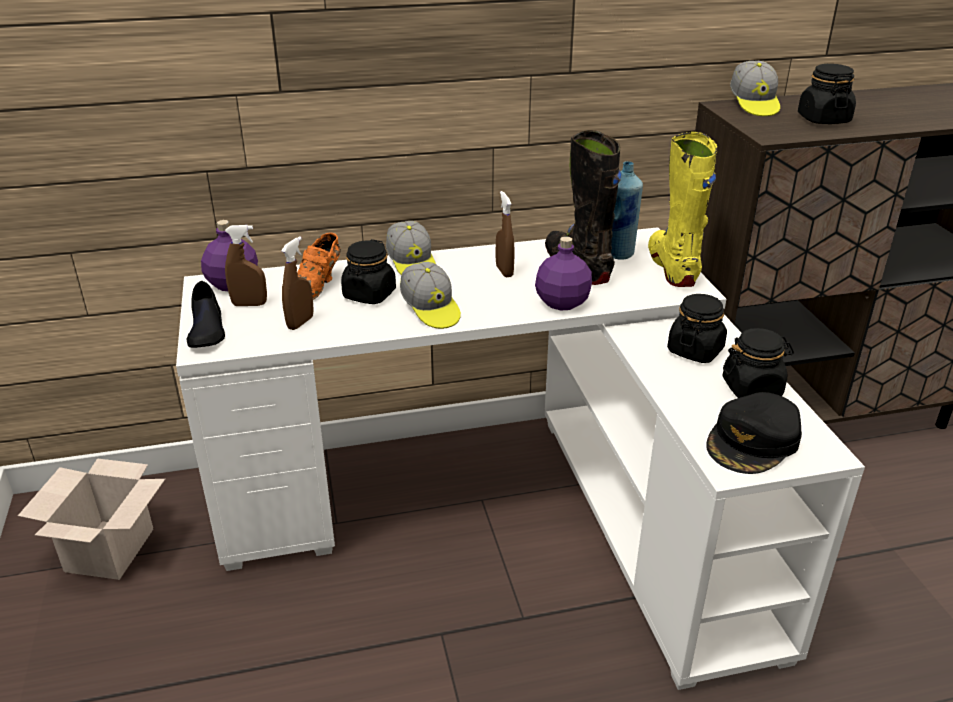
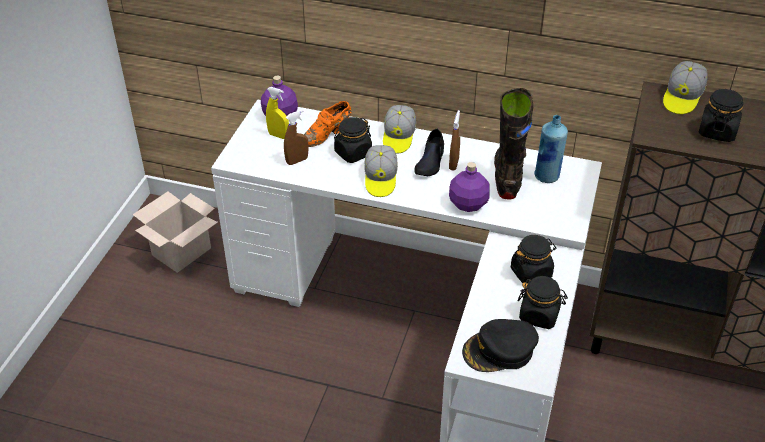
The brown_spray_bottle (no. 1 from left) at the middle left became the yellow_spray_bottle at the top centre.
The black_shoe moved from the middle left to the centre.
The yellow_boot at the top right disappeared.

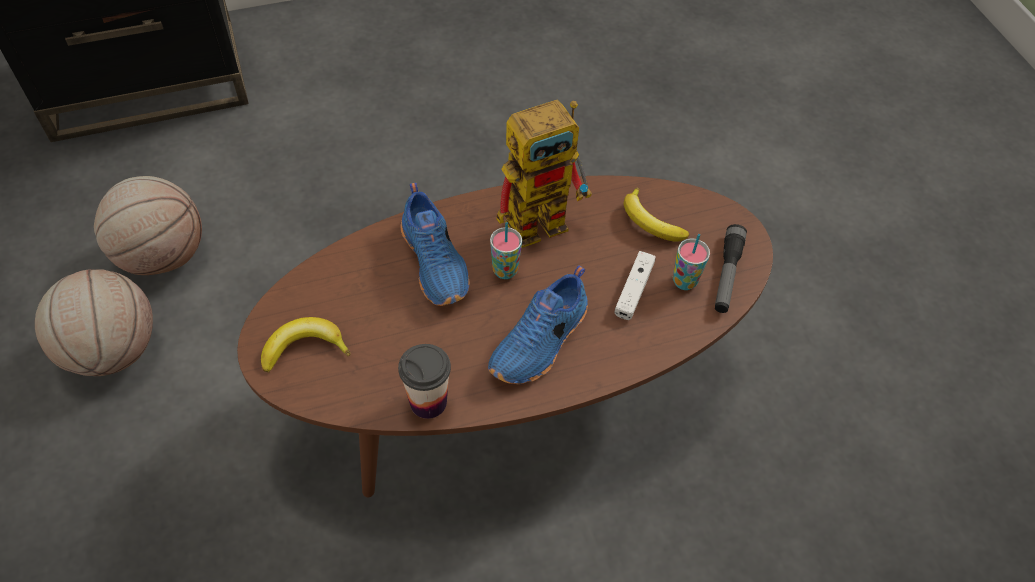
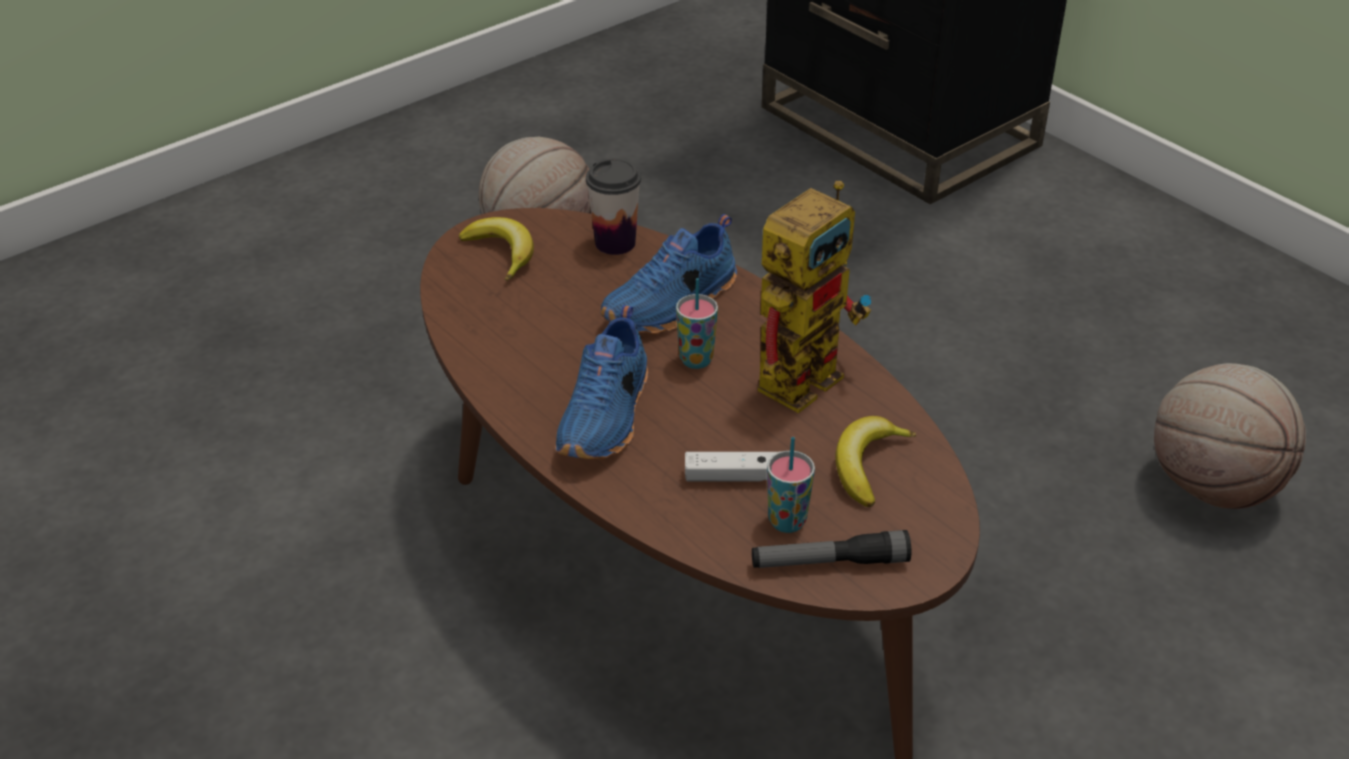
The blue_shoe (no. 2 from left in the first image) at the centre turned 90 degrees counterclockwise.
The cup (no. 1 from left) moved from the centre to the top centre.
The toy_robot at the top centre turned 90 degrees counterclockwise.
The basketball (no. 2 from left) moved from the middle left to the middle right.

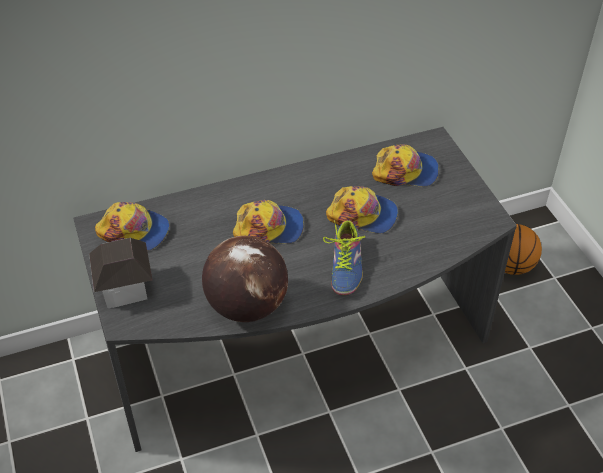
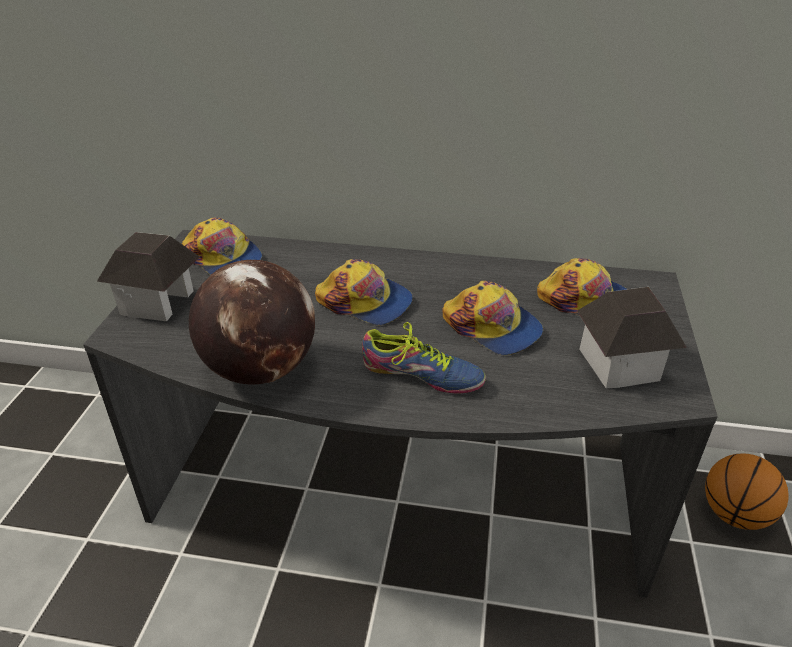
The shoe at the centre turned 105 degrees counterclockwise.
The toy_house (no. 2 from left) at the middle right appeared.

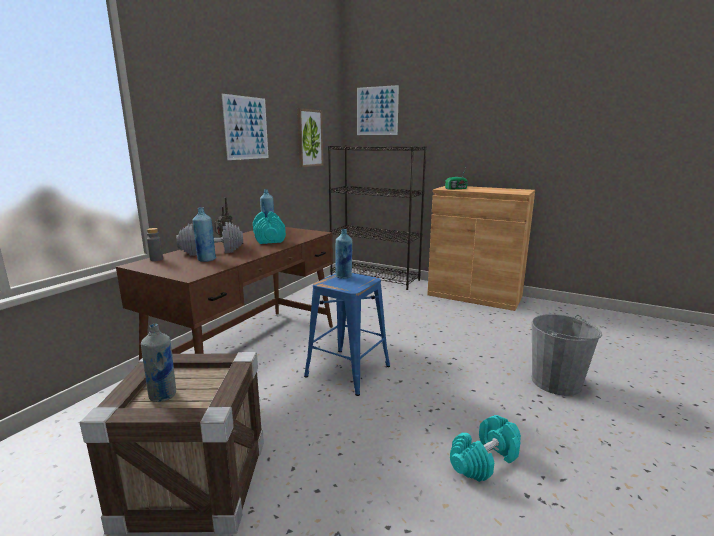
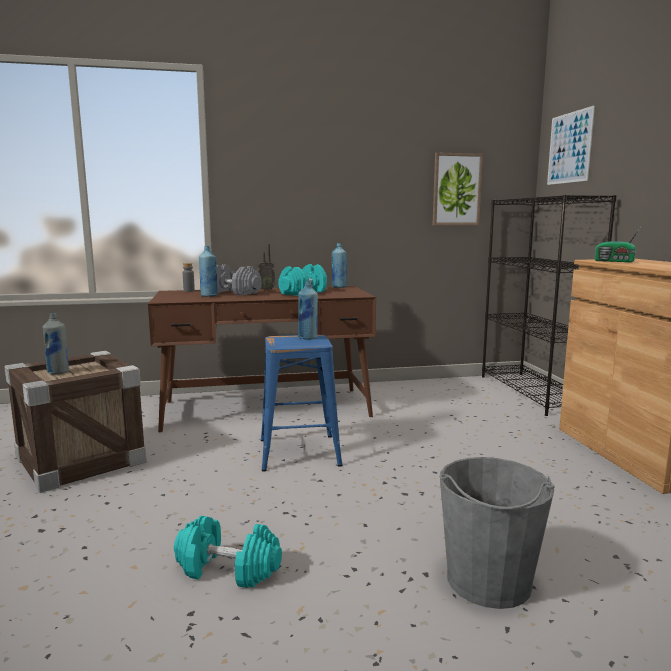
The picture (no. 1 from left) at the top centre disappeared.

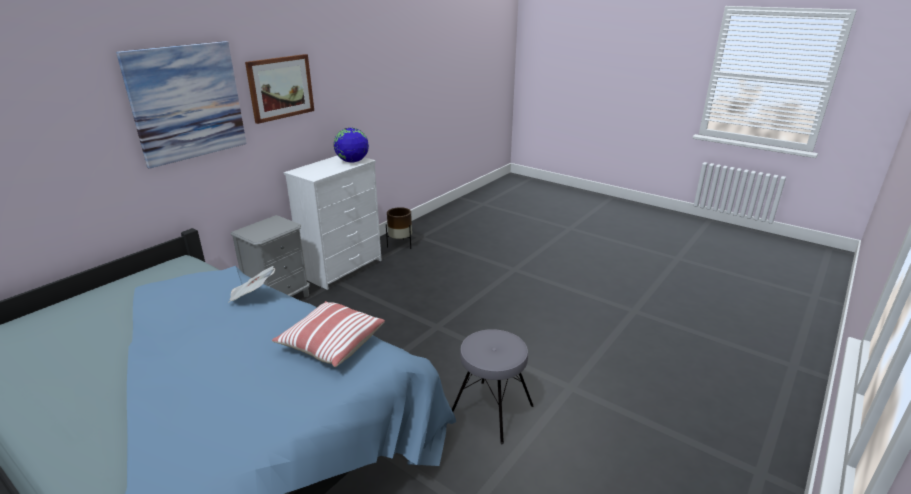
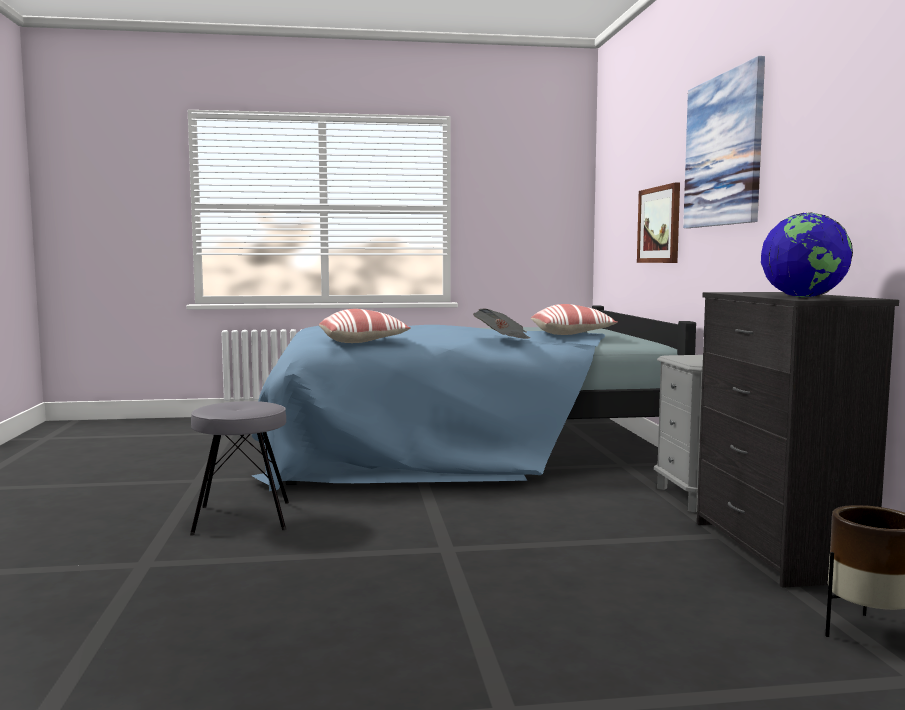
The pillow (no. 2 from left) at the centre appeared.
The picture (no. 2 from left in the first image) moved from the top left to the top right.
The white_dresser at the centre became the black_dresser at the middle right.

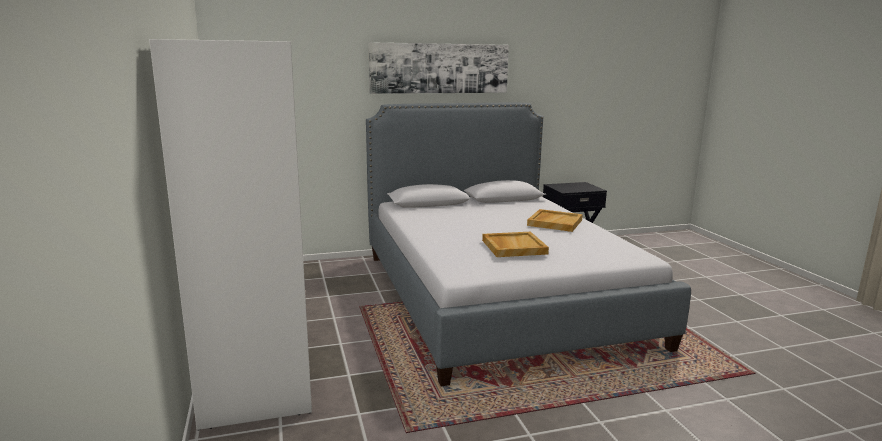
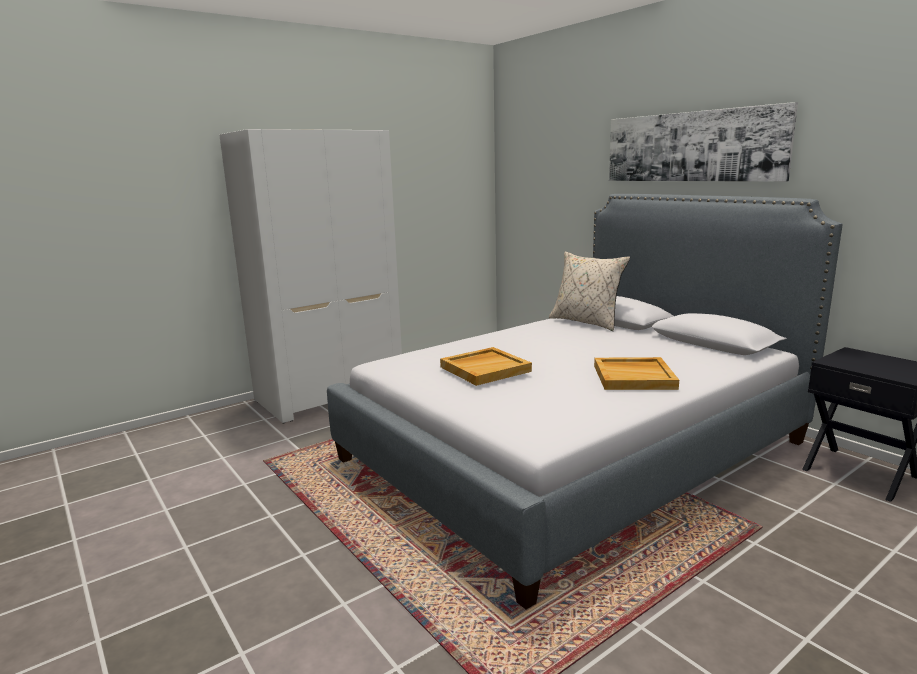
The beige_pillow at the centre appeared.

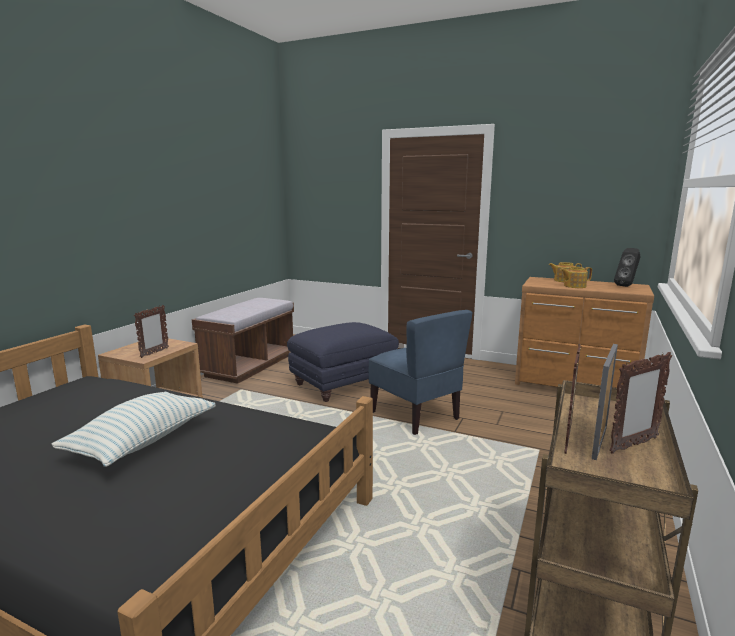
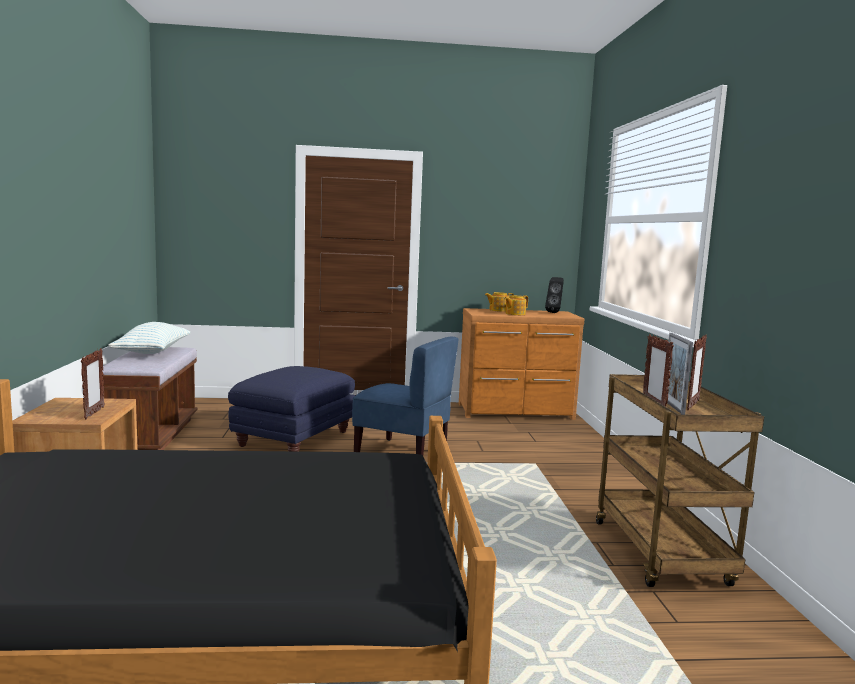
The pillow moved from the bottom left to the middle left.

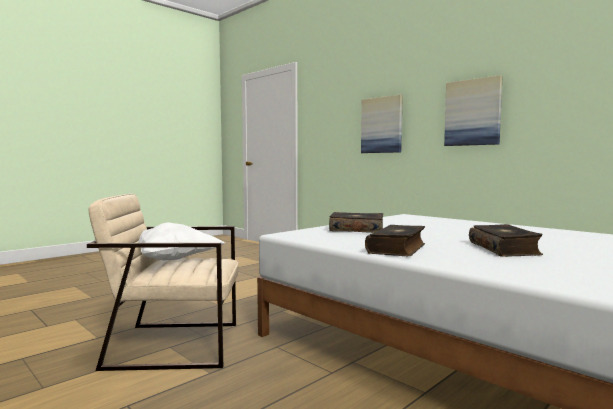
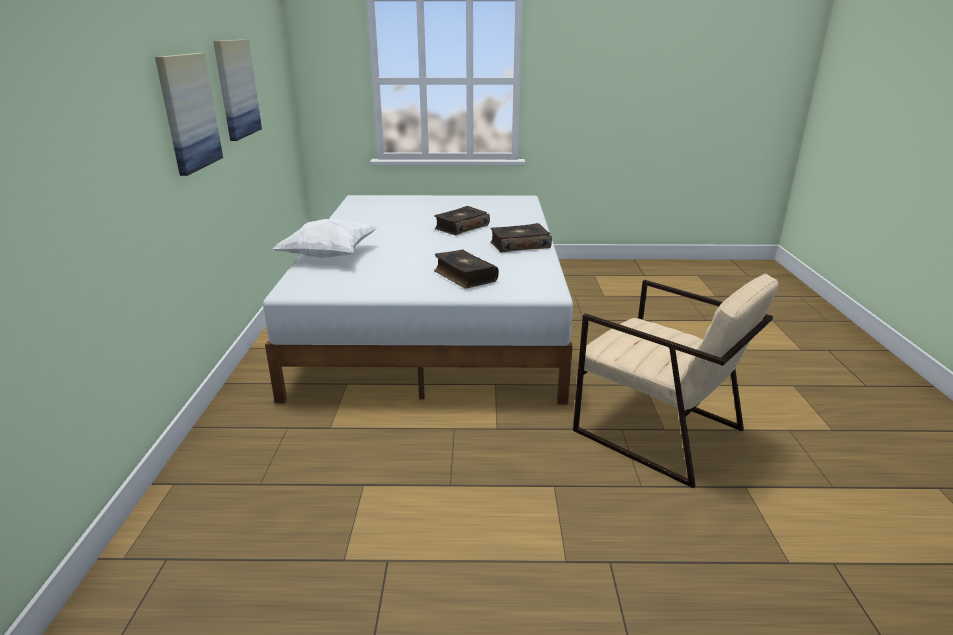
The picture (no. 1 from left in the first image) moved from the top centre to the top left.
The white_pillow moved from the middle left to the centre.

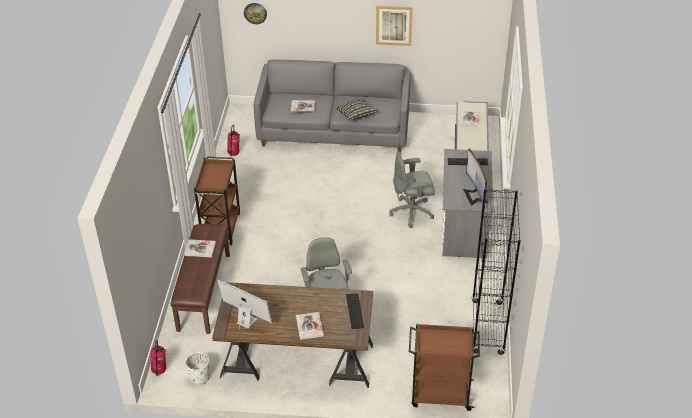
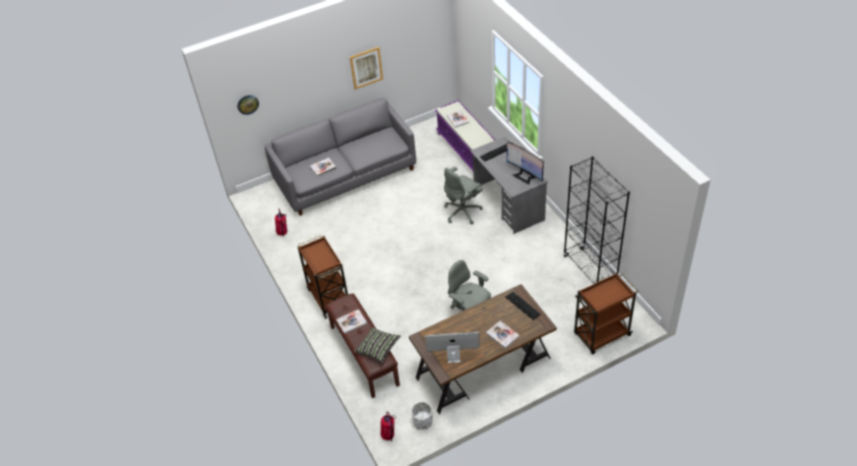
The pillow moved from the top centre to the bottom centre.

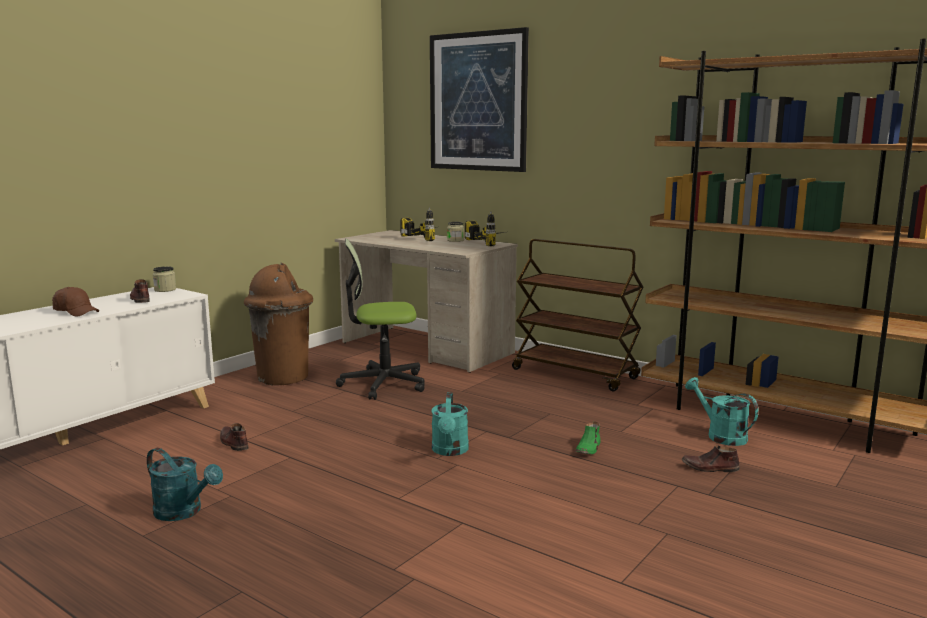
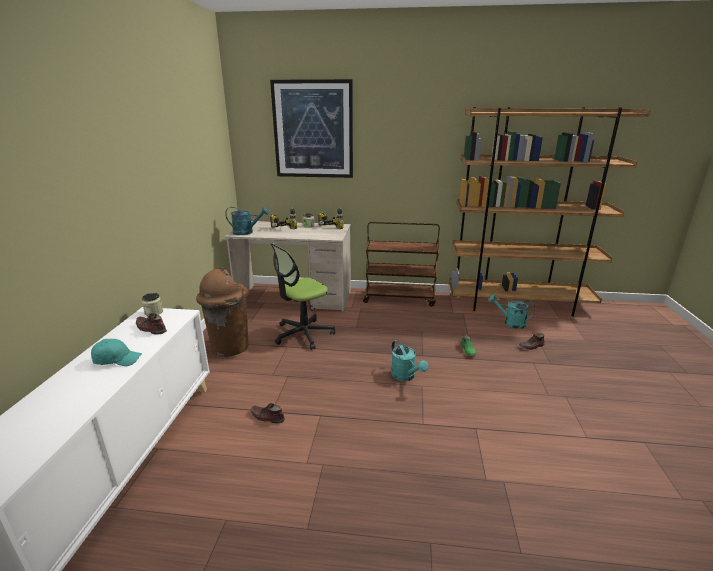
The brown_cap at the middle left became the turquoise_cap at the middle left.
The turquoise_watering_can (no. 1 from left) moved from the bottom left to the centre.

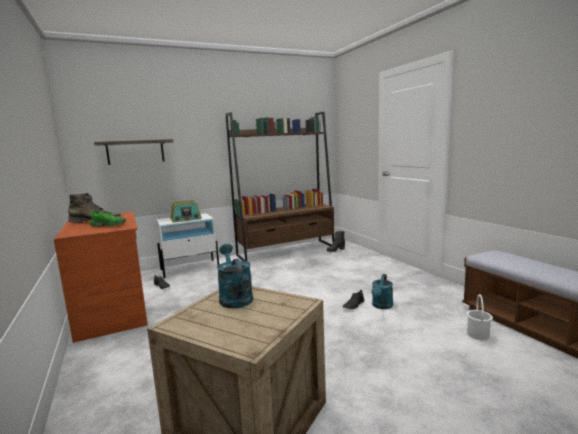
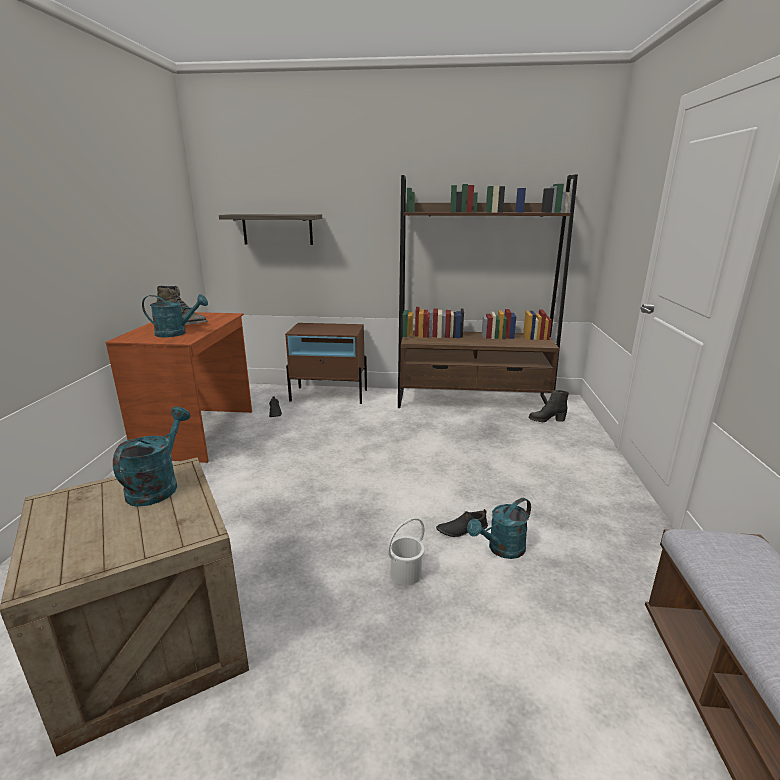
The green_shoe at the middle left was replaced by the turquoise_watering_can (no. 2 from left) at the middle left.
The white_nightstand at the middle left became the brown_nightstand at the centre.
The white_bucket moved from the bottom right to the bottom centre.
The radio at the middle left disappeared.

